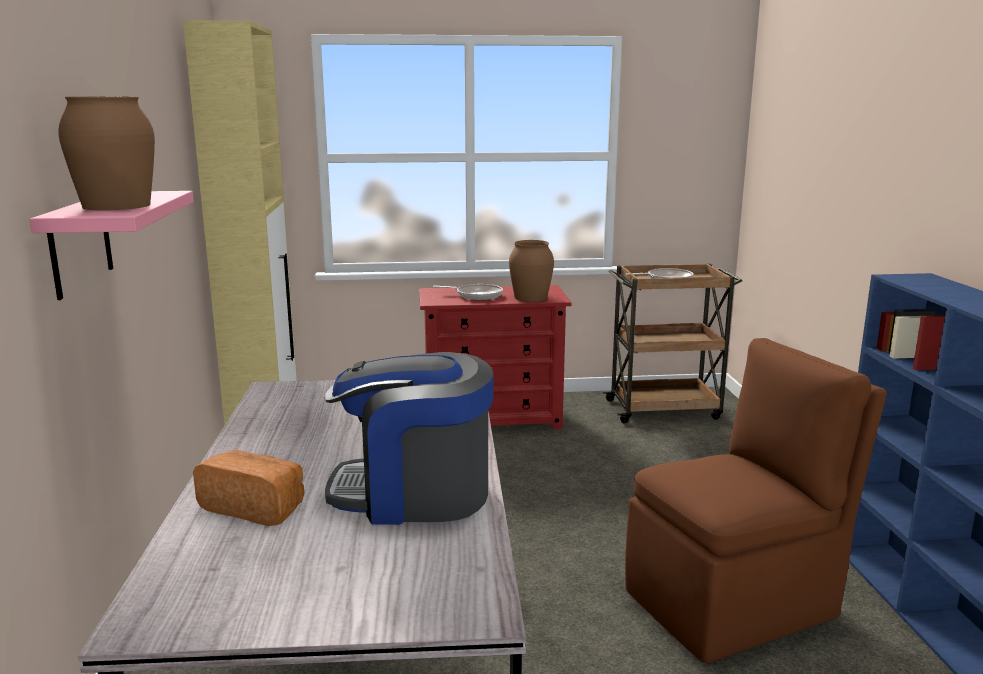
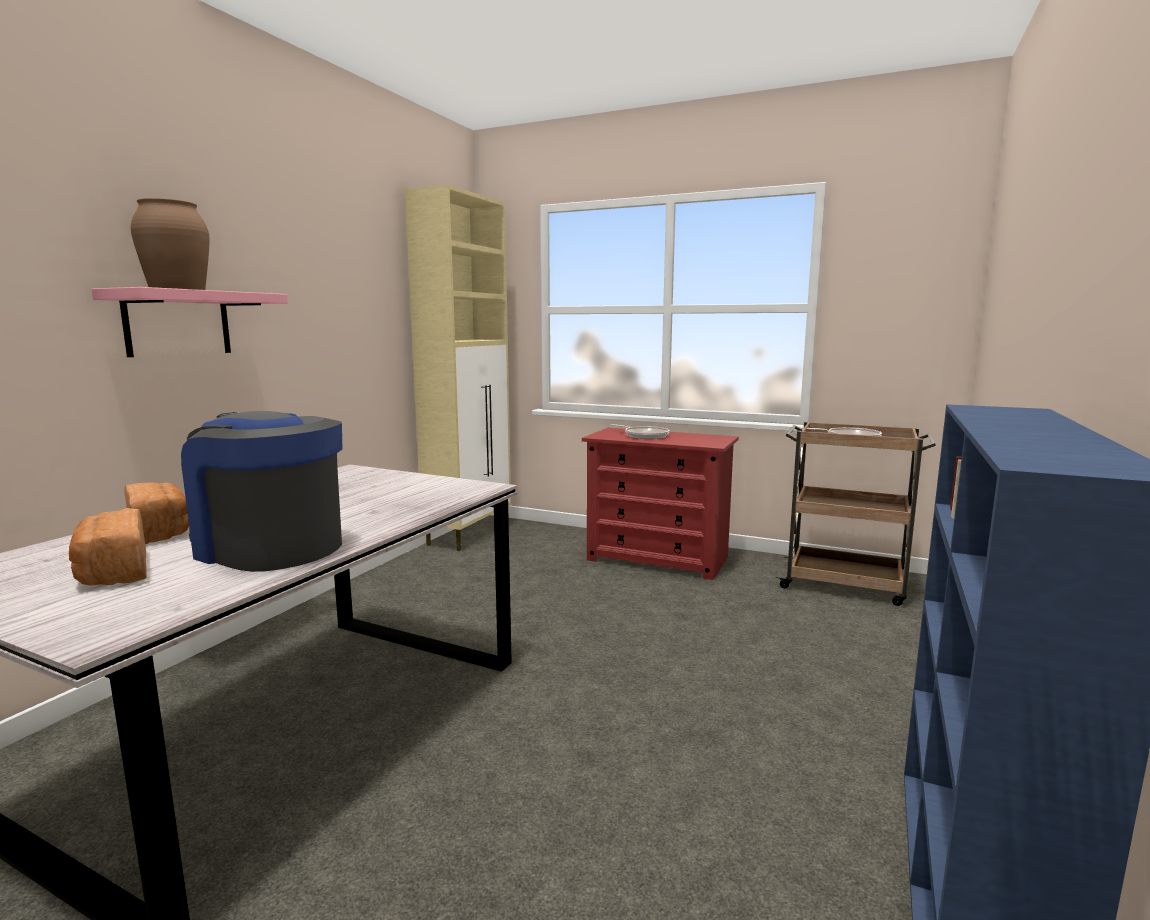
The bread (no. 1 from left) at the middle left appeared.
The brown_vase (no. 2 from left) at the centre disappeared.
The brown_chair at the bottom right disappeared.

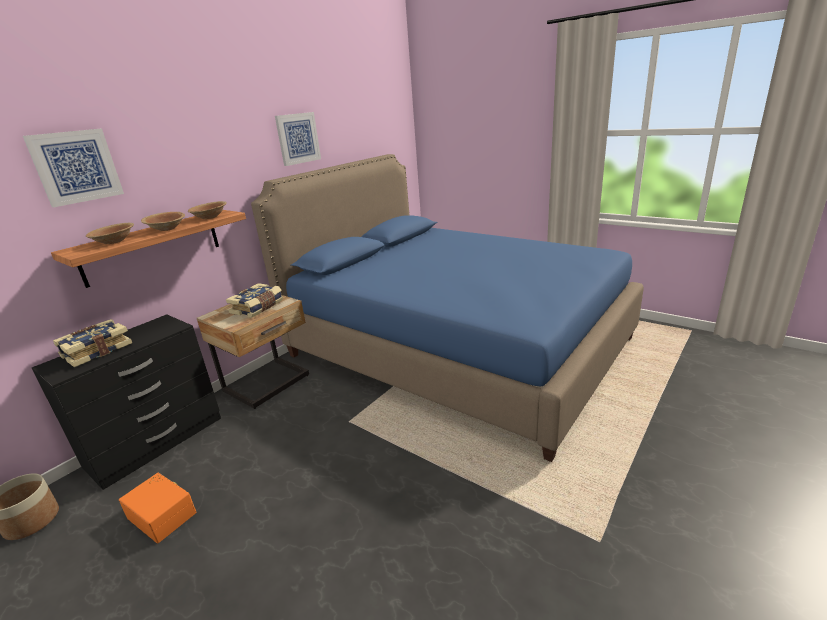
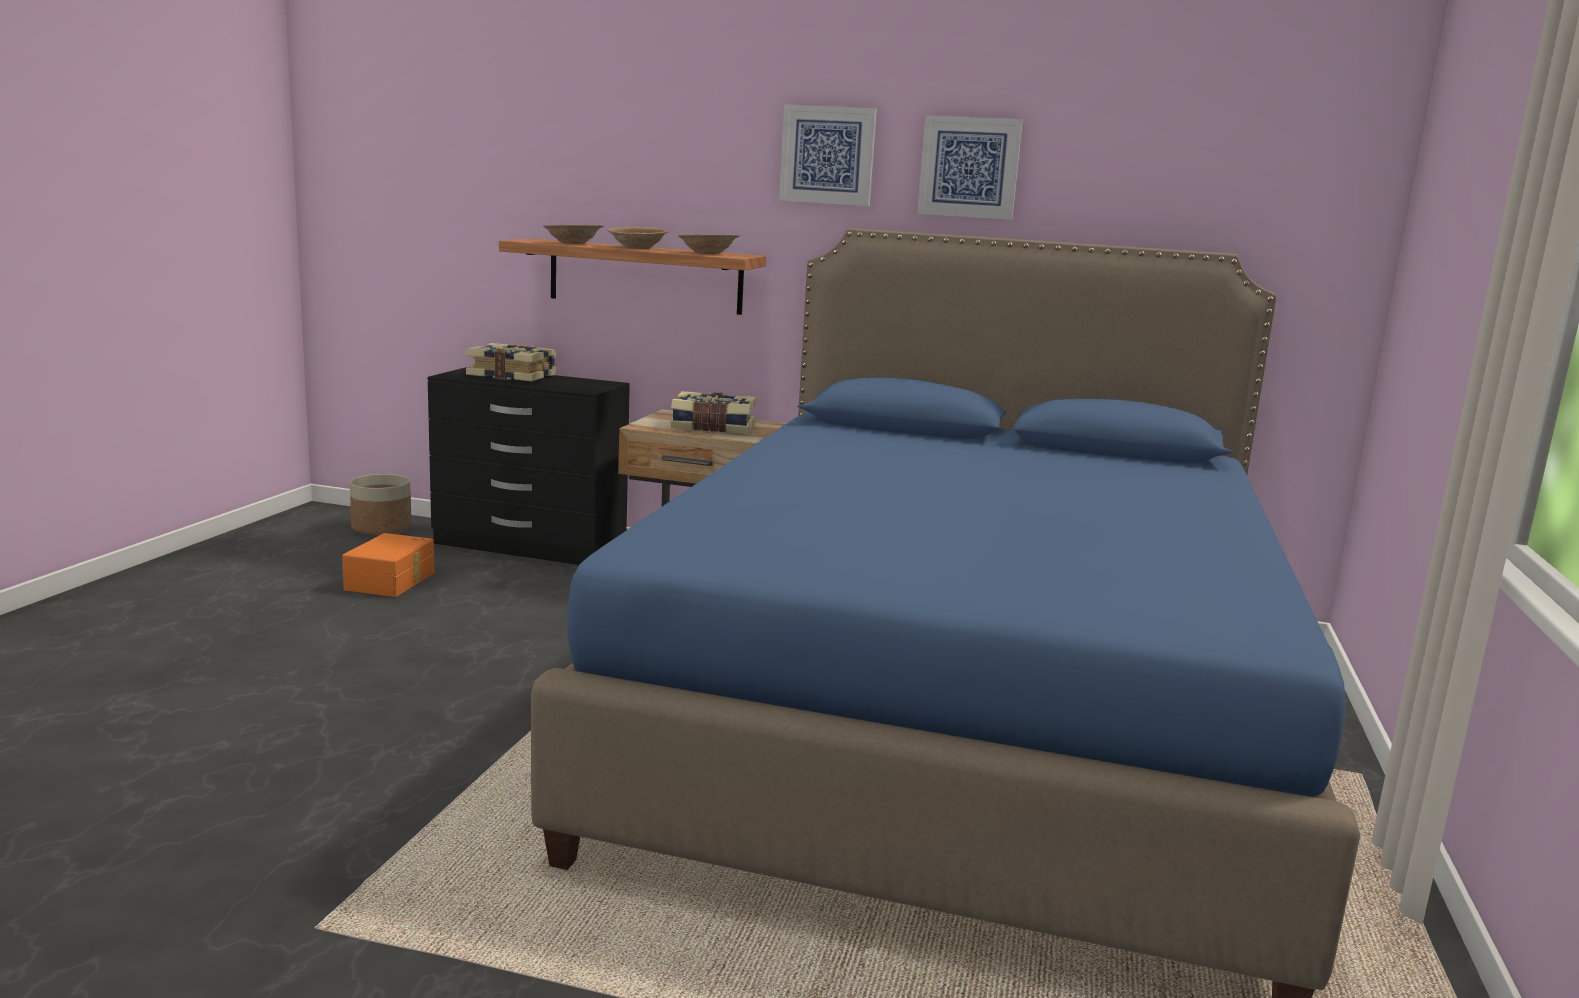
The picture (no. 1 from left) moved from the top left to the top centre.

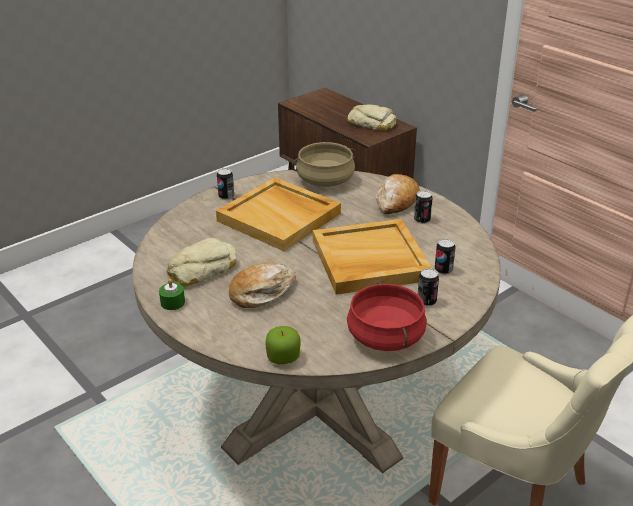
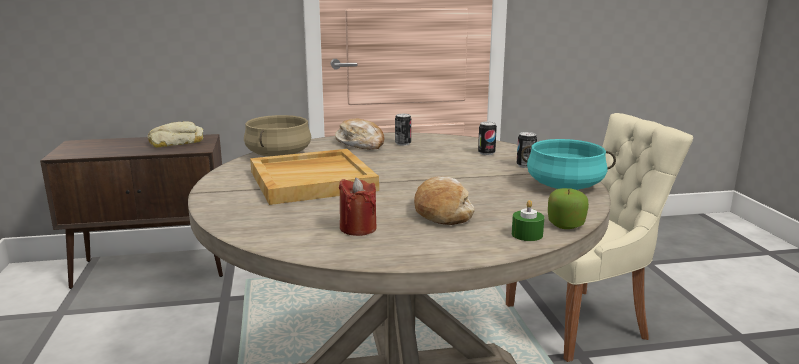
The bread (no. 1 from left) at the middle left was replaced by the red_candle at the centre.
The green_candle moved from the middle left to the centre.
The red_cooking_pot at the centre became the turquoise_cooking_pot at the middle right.
The can (no. 1 from left) at the centre disappeared.
The beige_tray (no. 2 from left) at the centre disappeared.

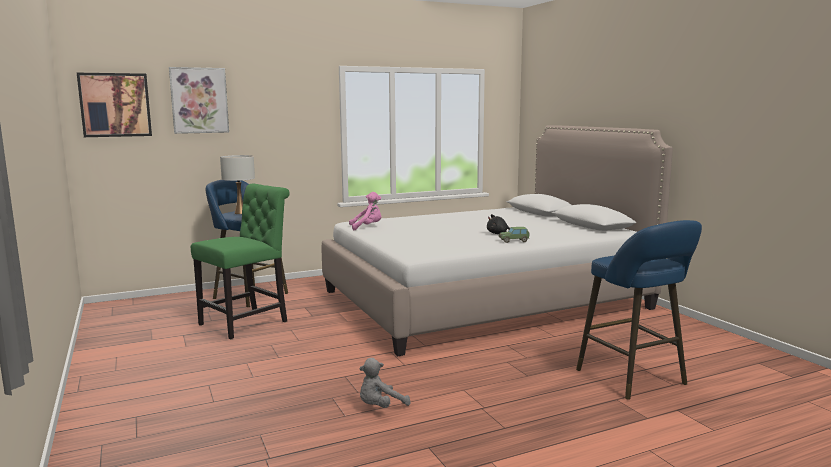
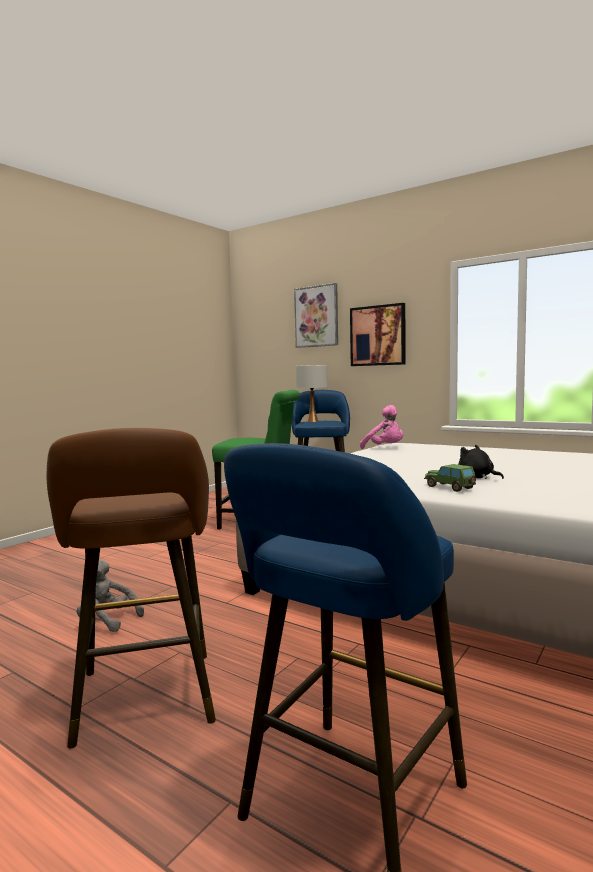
The brown_stool at the bottom left appeared.
The picture (no. 1 from left in the first image) moved from the top left to the centre.

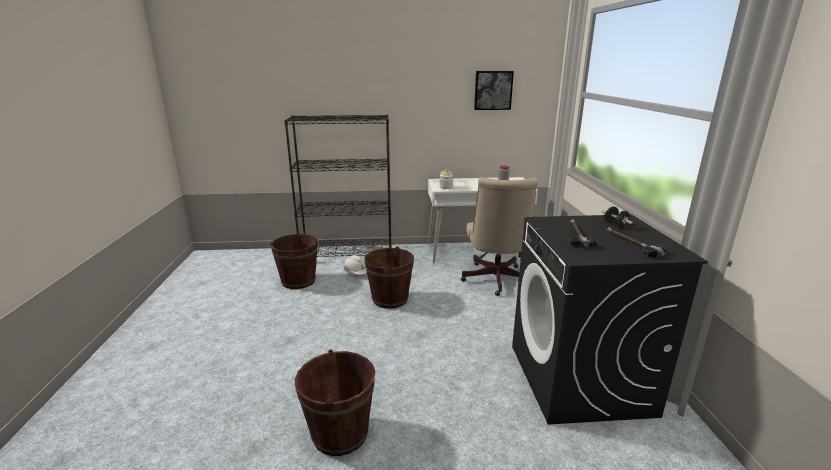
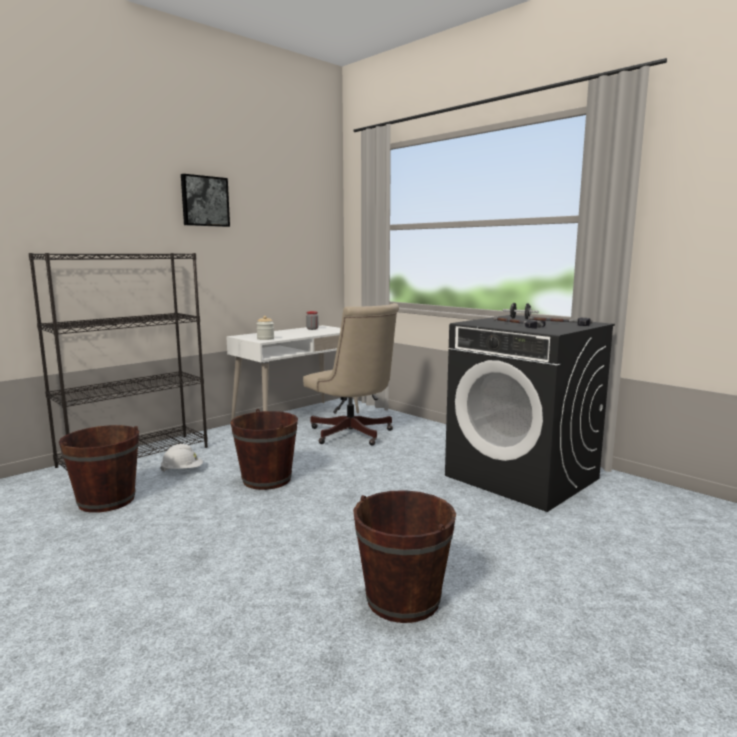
The picture moved from the top centre to the top left.

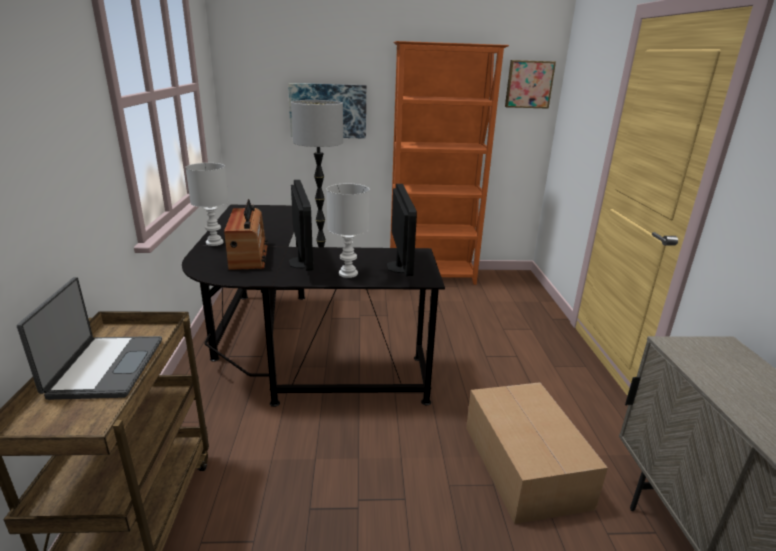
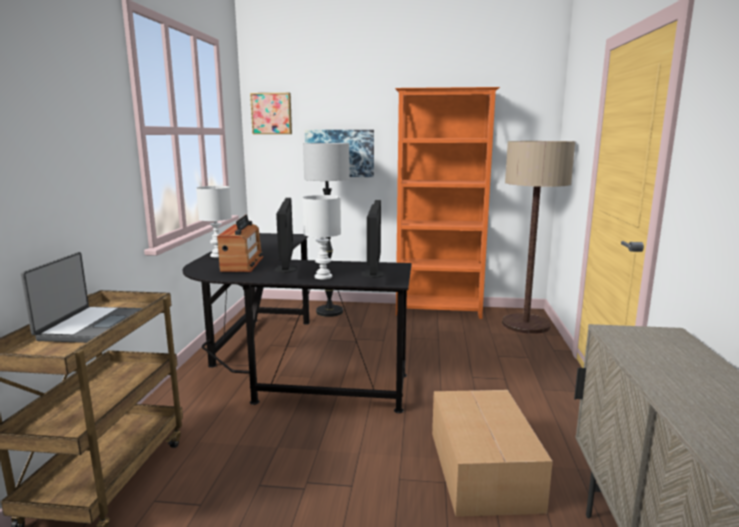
The picture (no. 2 from left in the first image) moved from the top right to the top centre.
The floor_lamp (no. 2 from left) at the middle right appeared.

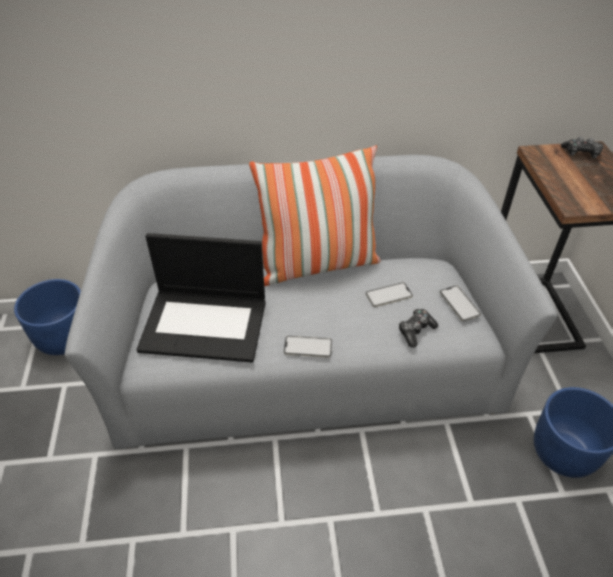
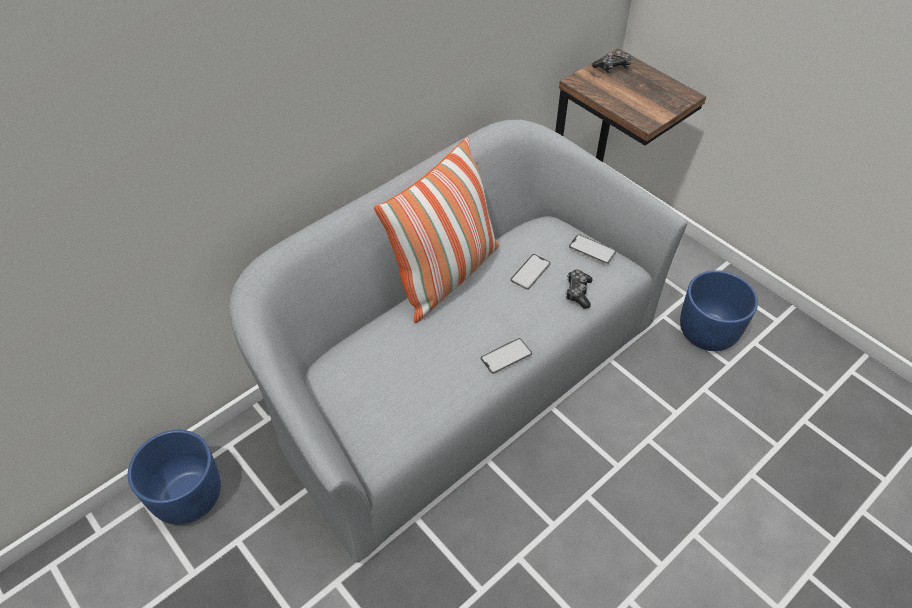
The laptop at the middle left disappeared.

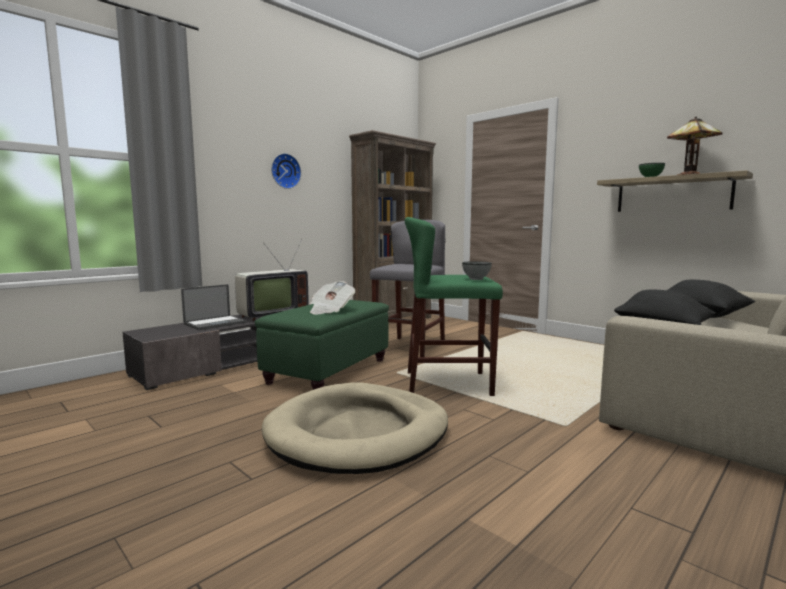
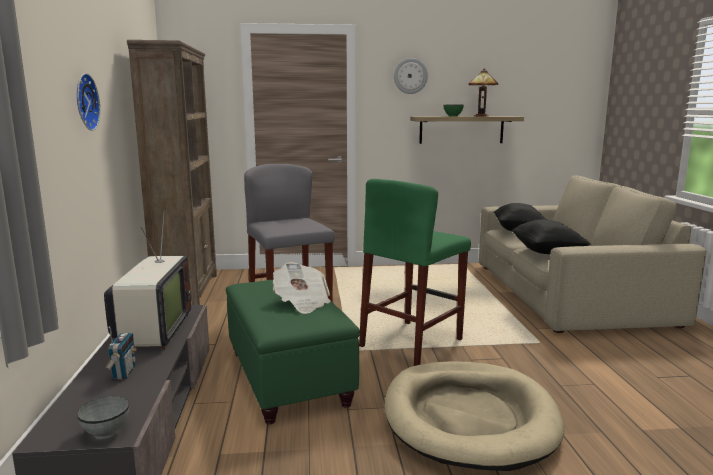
The grey_bowl moved from the centre to the bottom left.
The laptop at the middle left was replaced by the radio at the bottom left.
The wall_clock (no. 2 from left) at the top centre appeared.

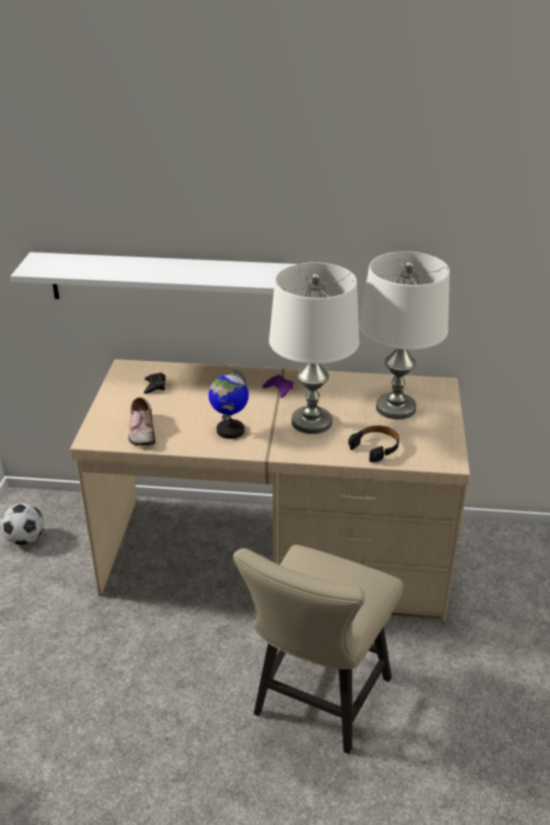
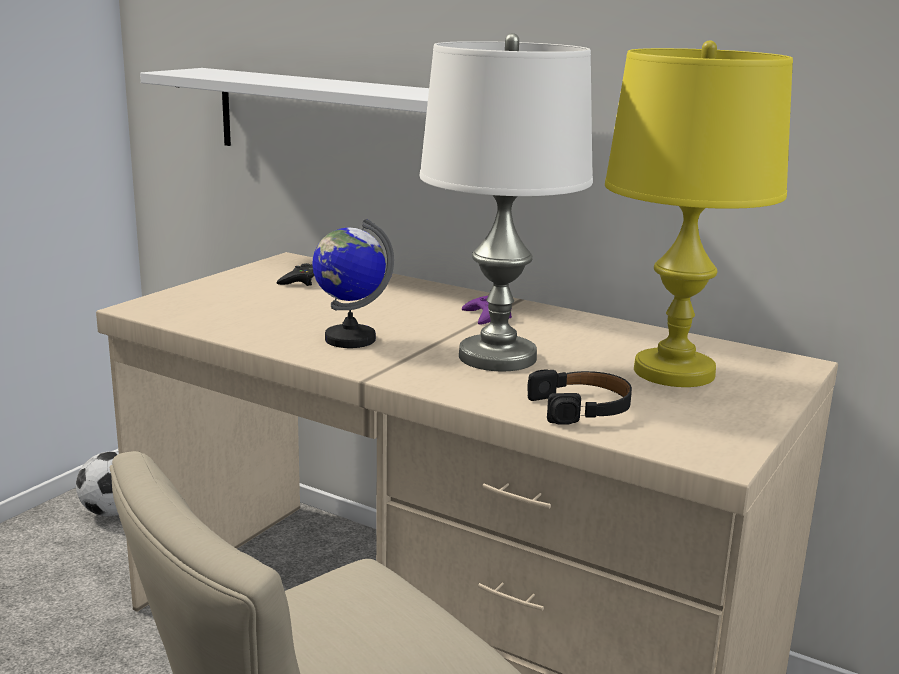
The white_table_lamp (no. 2 from left) at the middle right became the yellow_table_lamp at the top right.
The shoe at the middle left disappeared.

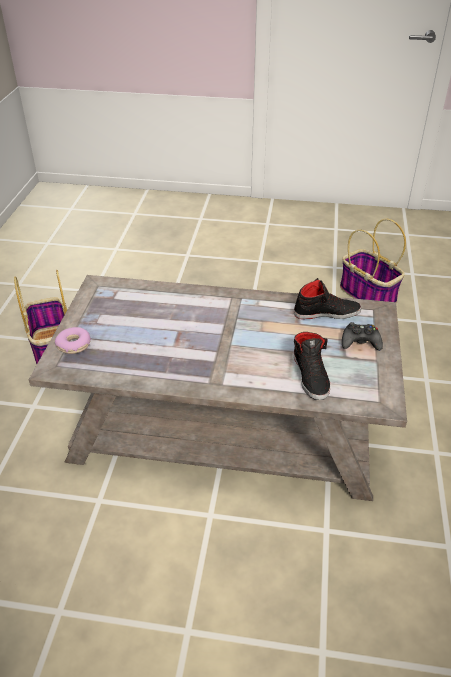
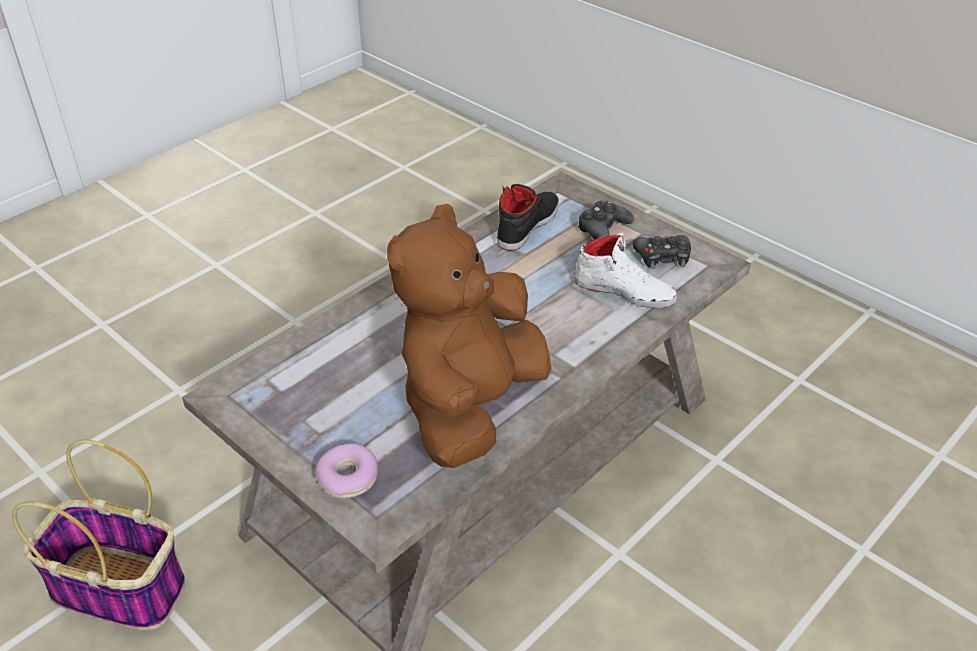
The brown_plush_toy at the centre appeared.
The black_shoe (no. 1 from left) at the middle right became the white_shoe at the centre.
The black_game_controller (no. 2 from left) at the middle right appeared.
The basket (no. 2 from left) at the middle right disappeared.

